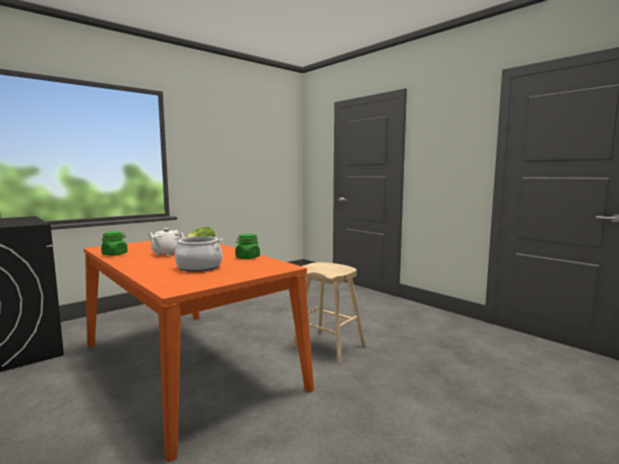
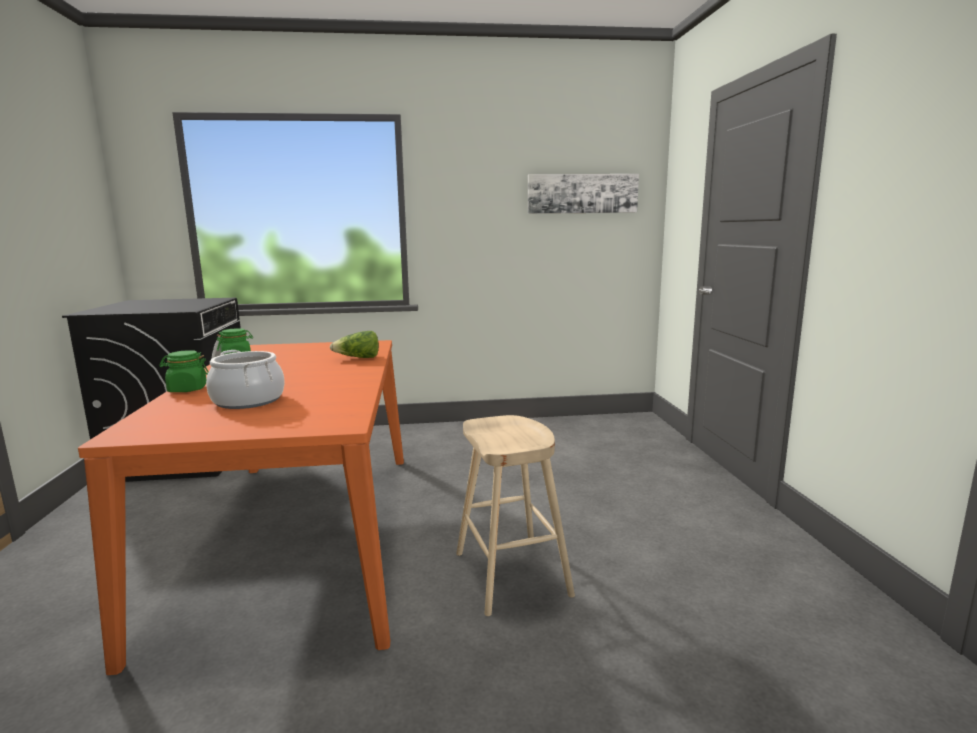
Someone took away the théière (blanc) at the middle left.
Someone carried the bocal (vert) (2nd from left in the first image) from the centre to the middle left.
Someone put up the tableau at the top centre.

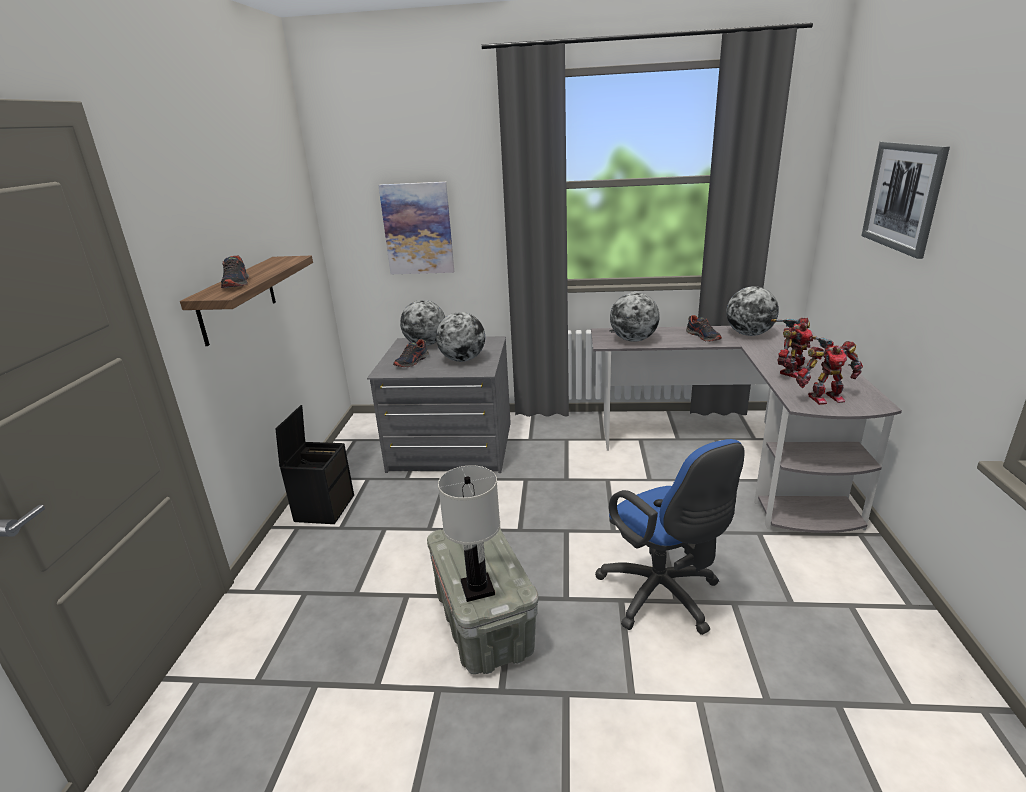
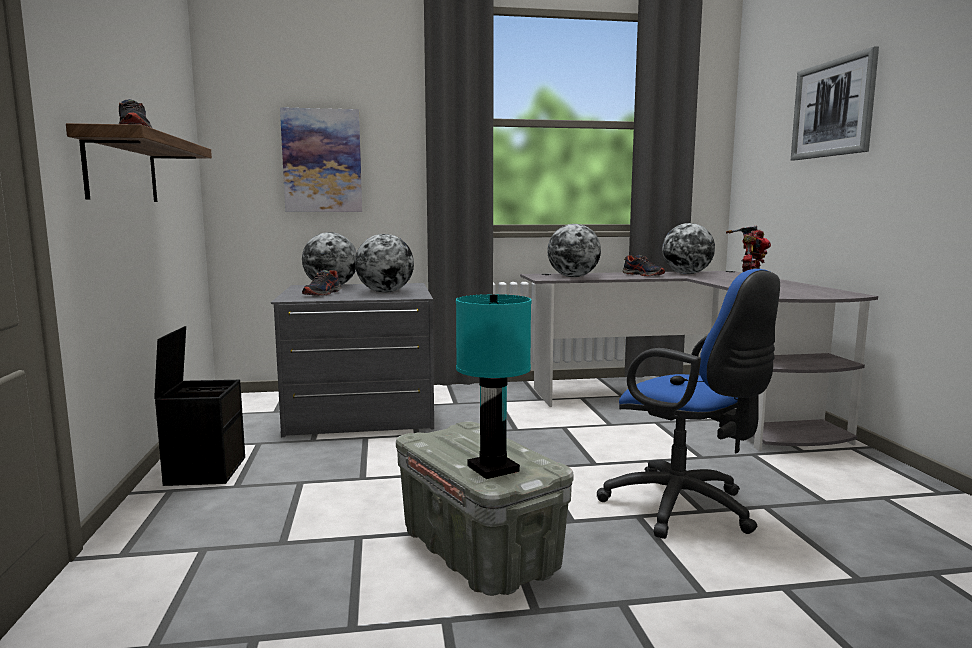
Someone repainted the lampe de table (blanc) at the bottom centre, which became the lampe de table (turquoise) at the centre.
Someone took away the robot jouet (2nd from left) at the middle right.

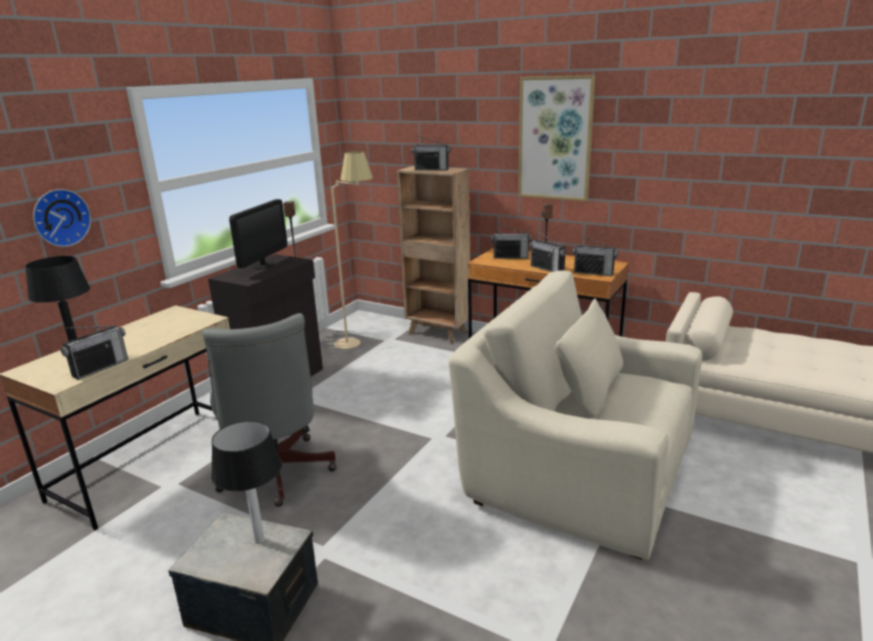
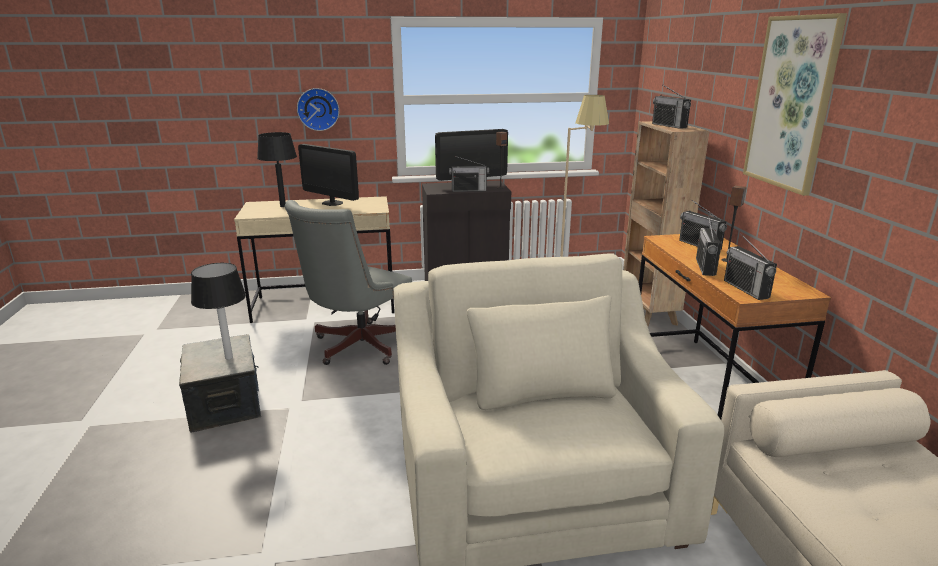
Someone carried the radio (1st from left) from the middle left to the top centre.
Someone put down the écran d'ordinateur (1st from left) at the top centre.

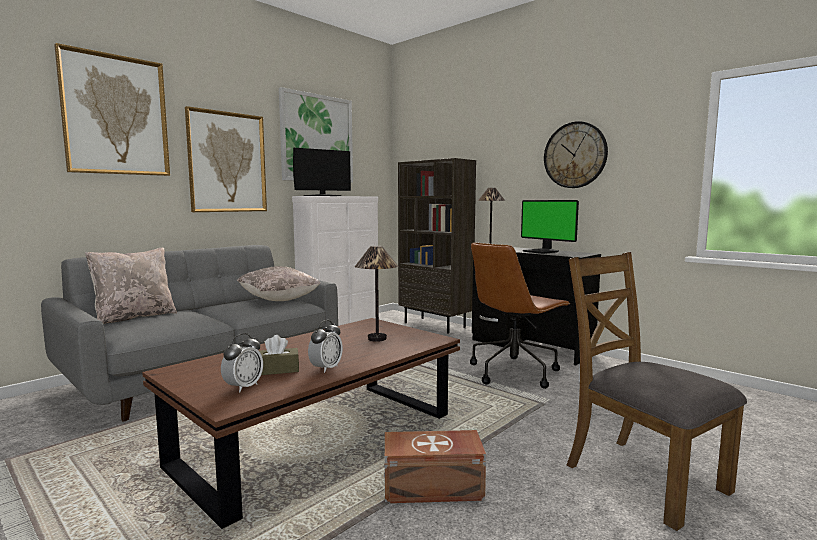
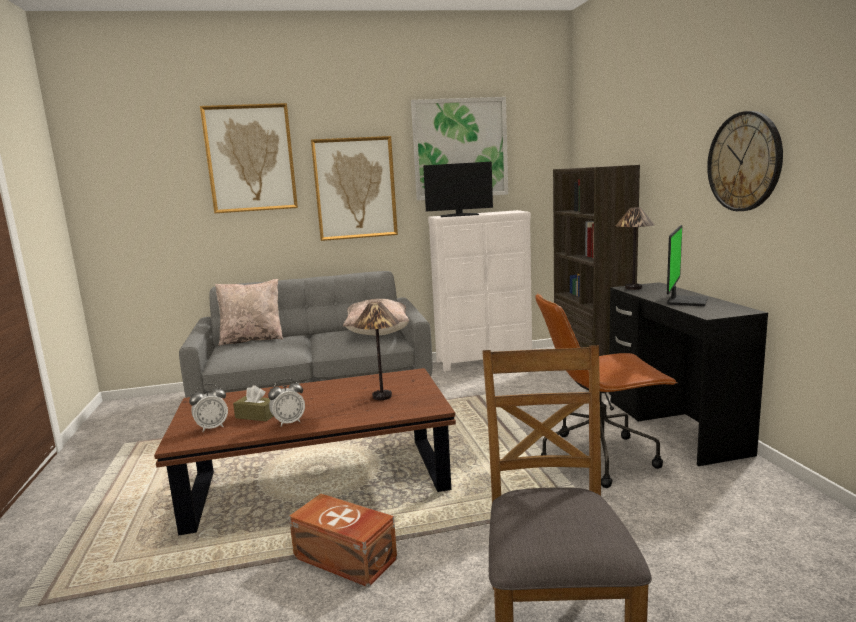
Someone rotated the écran d'ordinateur (2nd from left) at the middle right by 150 degrees counterclockwise.

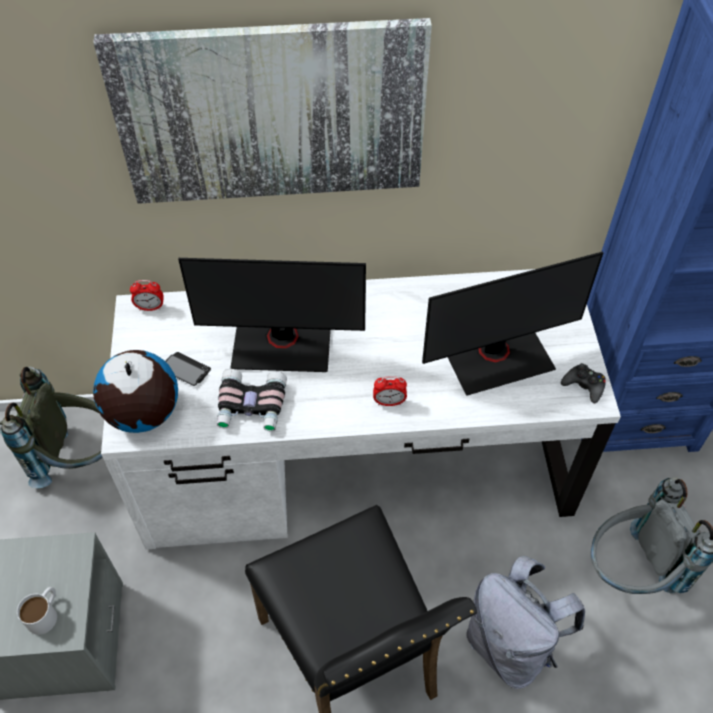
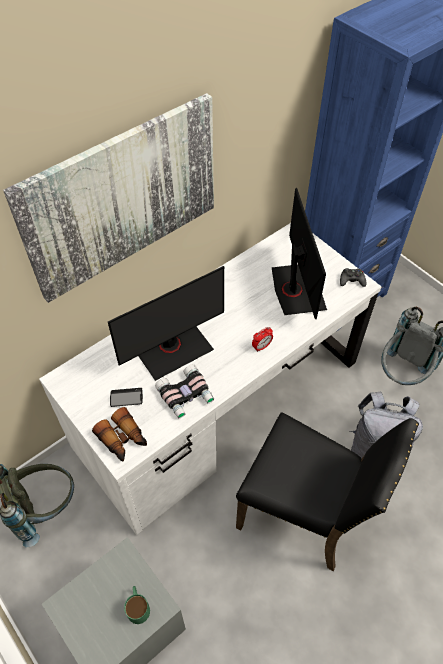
Someone repainted the mug (blanc) at the bottom left, which became the mug (vert) at the bottom left.
Someone swapped the globe at the middle left for the jumelles (1st from left) at the middle left.
Someone took away the réveil (1st from left) at the middle left.
Someone rotated the écran d'ordinateur (2nd from left) at the middle right by 45 degrees counterclockwise.

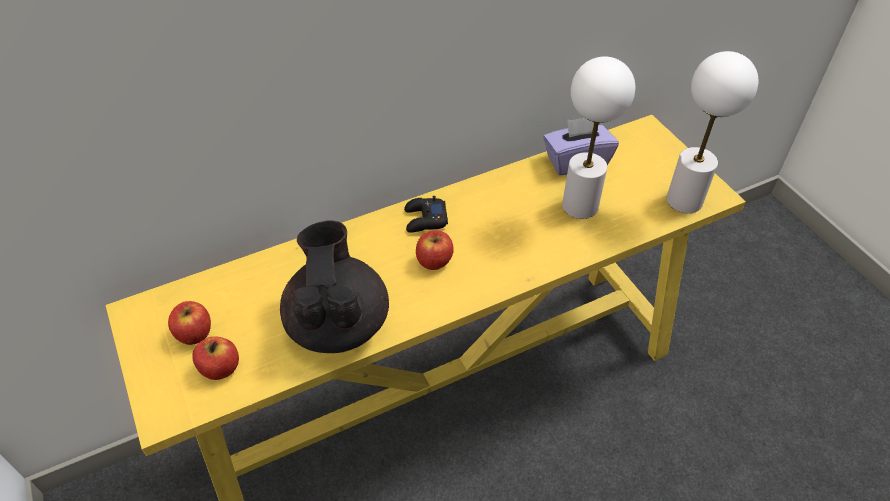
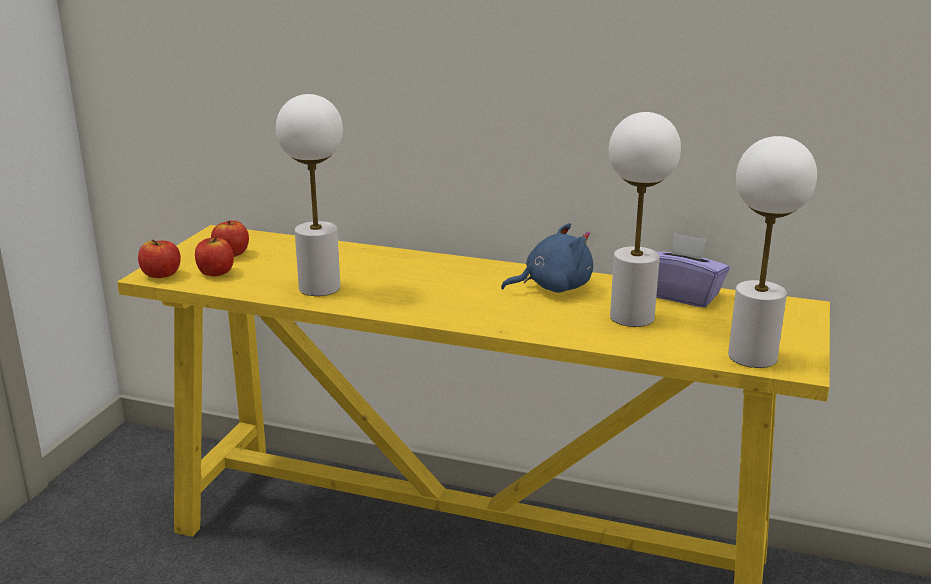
Someone swapped the théière (noir) at the centre for the lampe de table (blanc) (1st from left) at the middle left.
Someone took away the manette (noir) at the centre.
Someone carried the pomme (3rd from left in the first image) from the centre to the middle left.
Someone put down the peluche (bleu) at the centre.

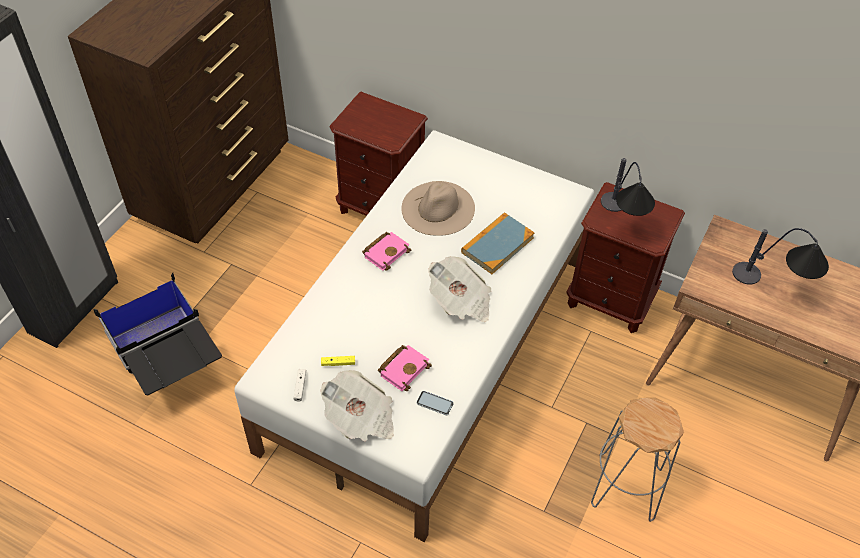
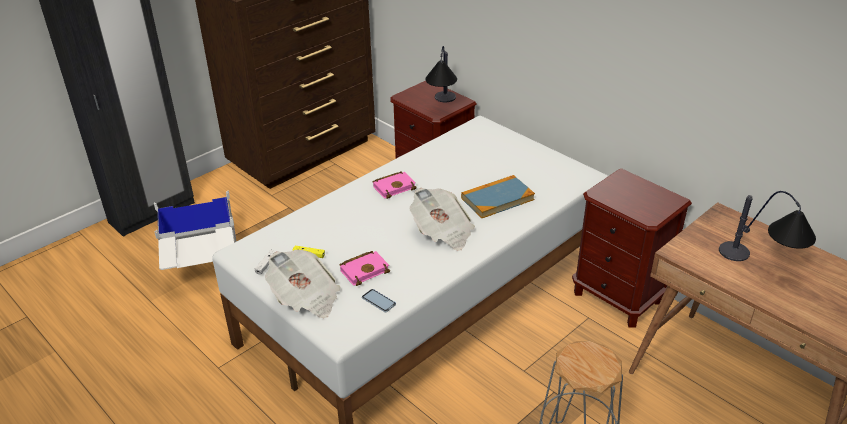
Someone repainted the boîte de rangement (noir) at the middle left, which became the boîte de rangement (blanc) at the middle left.
Someone took away the chapeau (beige) at the centre.
Someone carried the lampe de table (1st from left) from the middle right to the top centre.

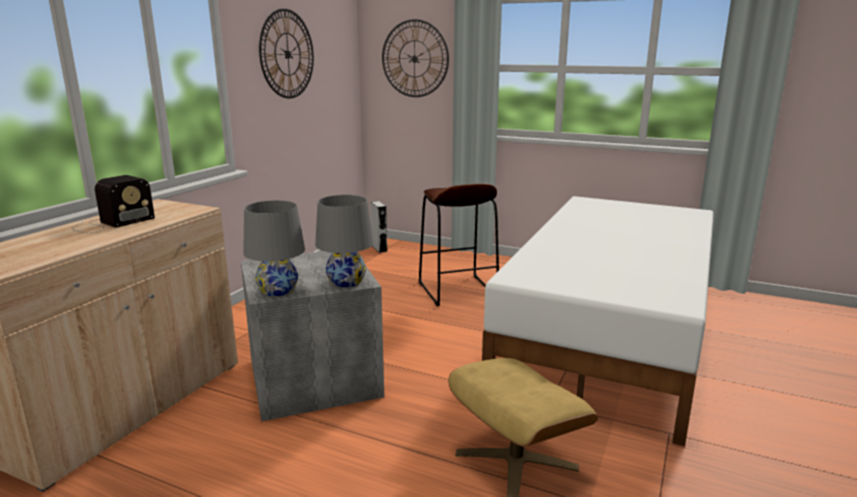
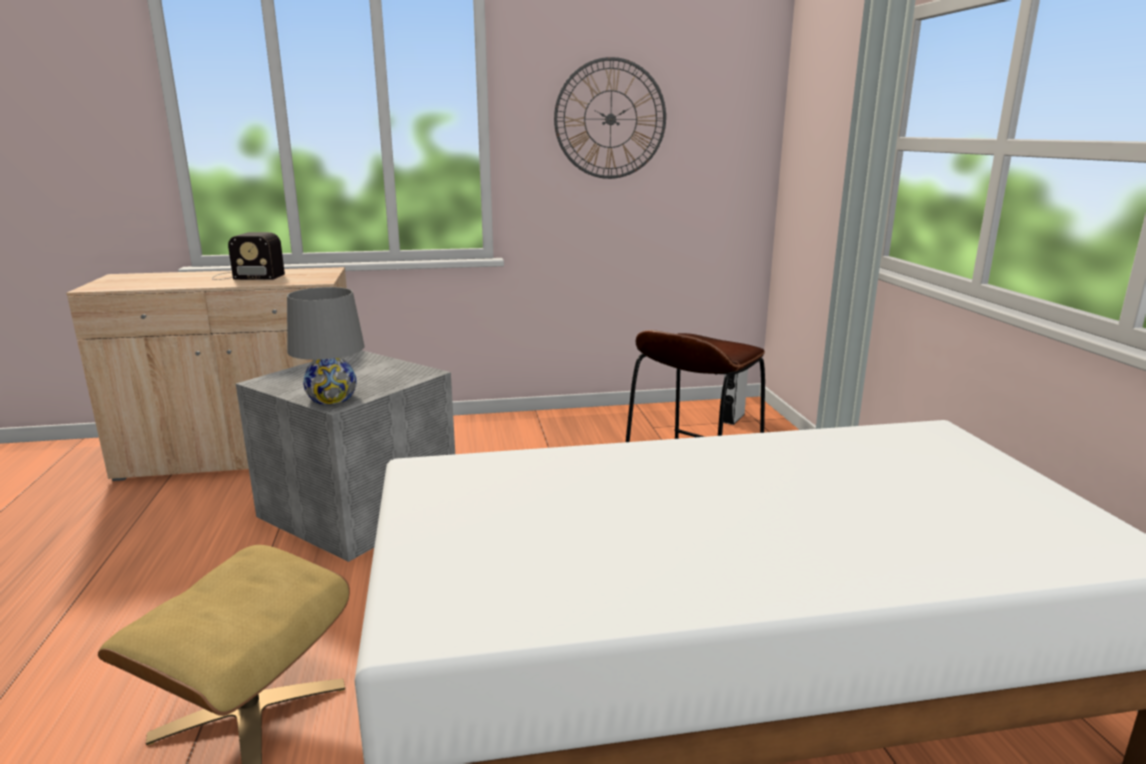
Someone took away the lampe de table (gris) (1st from left) at the middle left.
Someone took away the horloge murale (2nd from left) at the top centre.

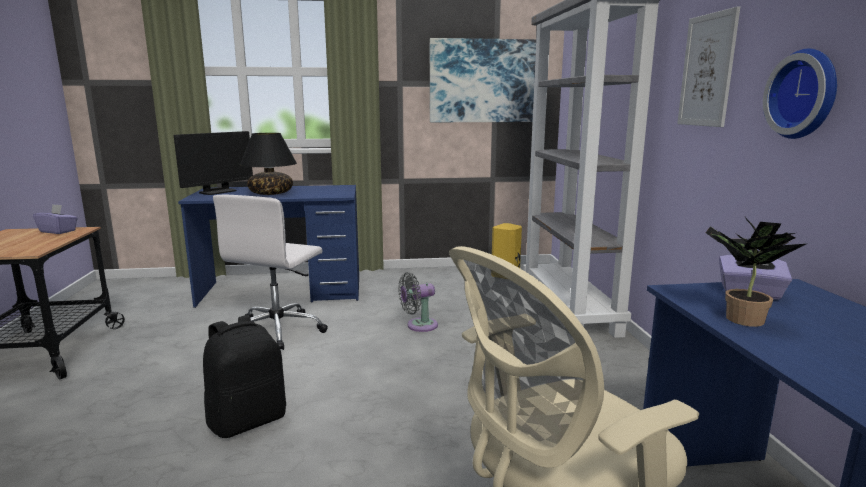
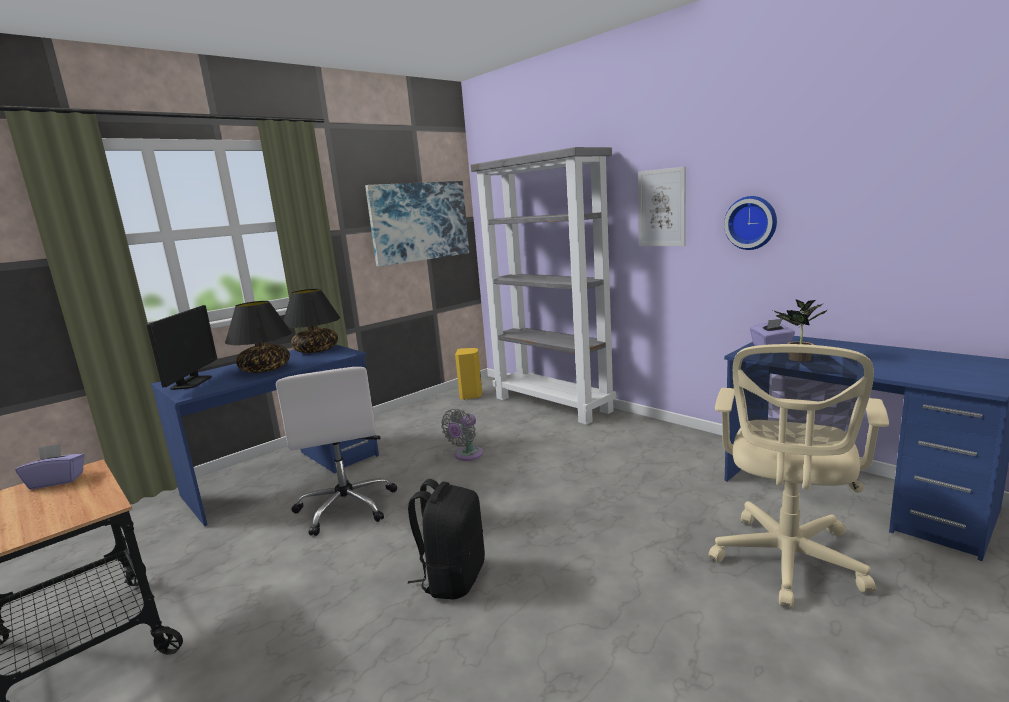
Someone put down the lampe de table (noir) (2nd from left) at the middle left.

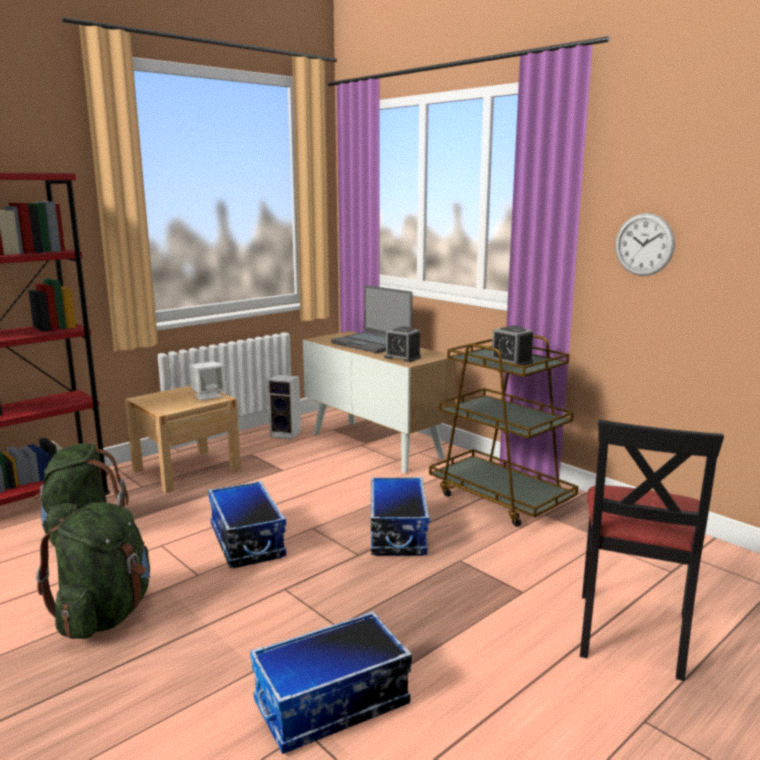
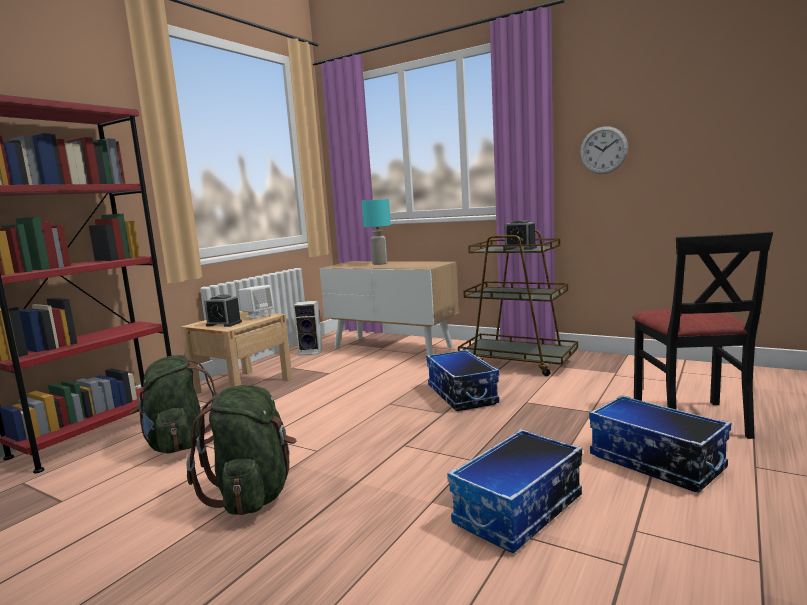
Someone carried the boîte de rangement (1st from left in the first image) from the bottom left to the bottom right.
Someone swapped the ordinateur portable at the centre for the lampe de table (turquoise) at the centre.
Someone carried the réveil (1st from left) from the centre to the middle left.

